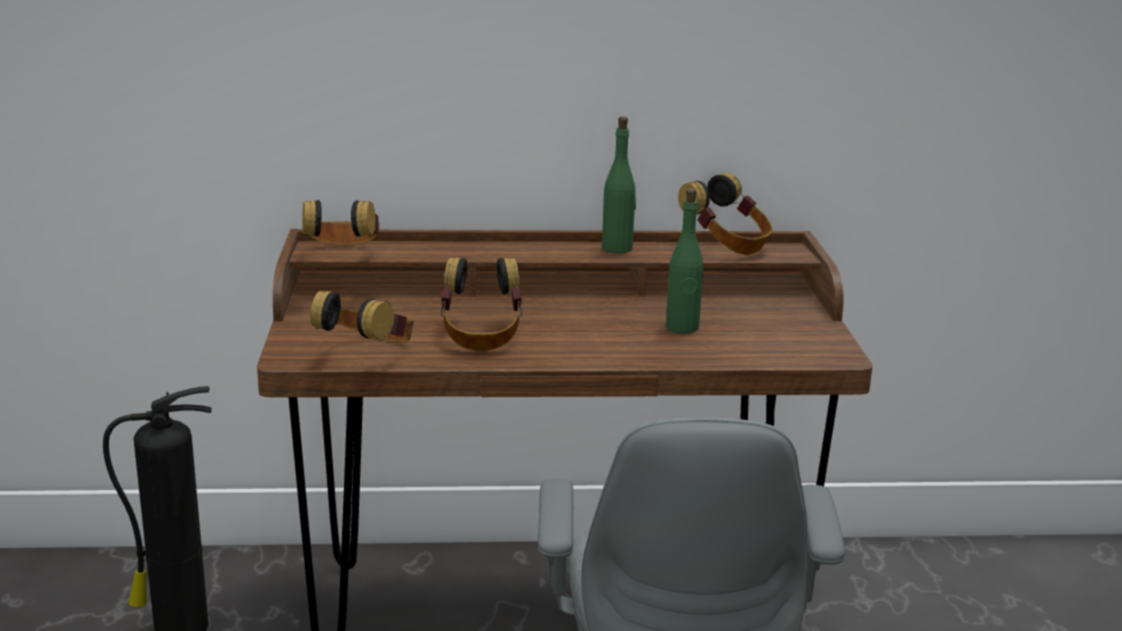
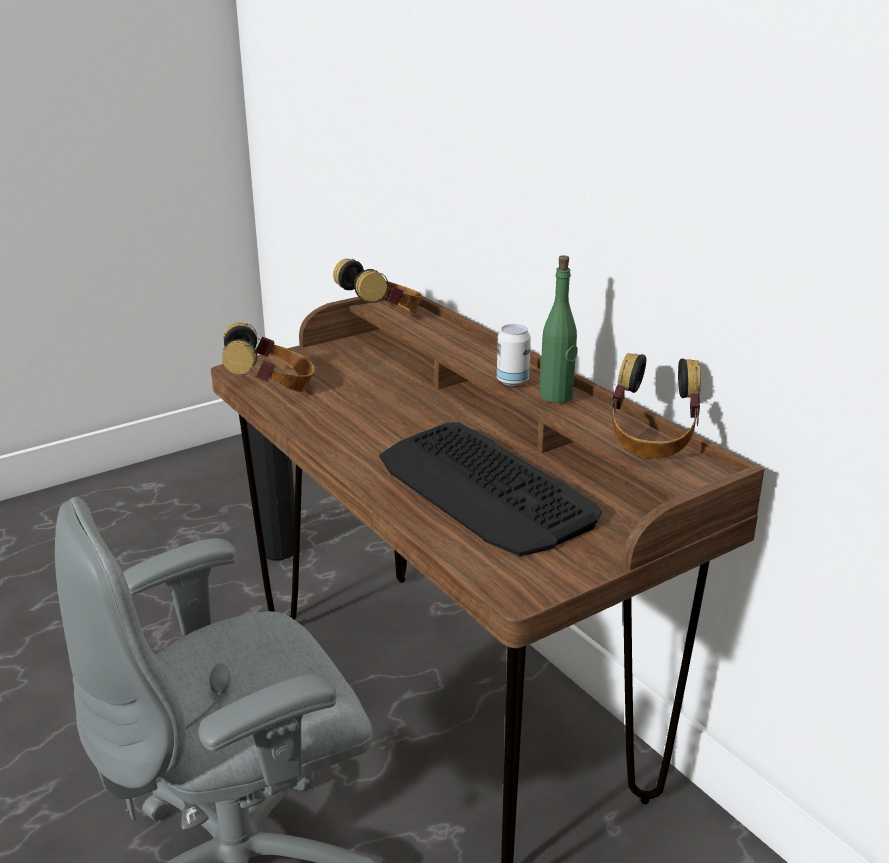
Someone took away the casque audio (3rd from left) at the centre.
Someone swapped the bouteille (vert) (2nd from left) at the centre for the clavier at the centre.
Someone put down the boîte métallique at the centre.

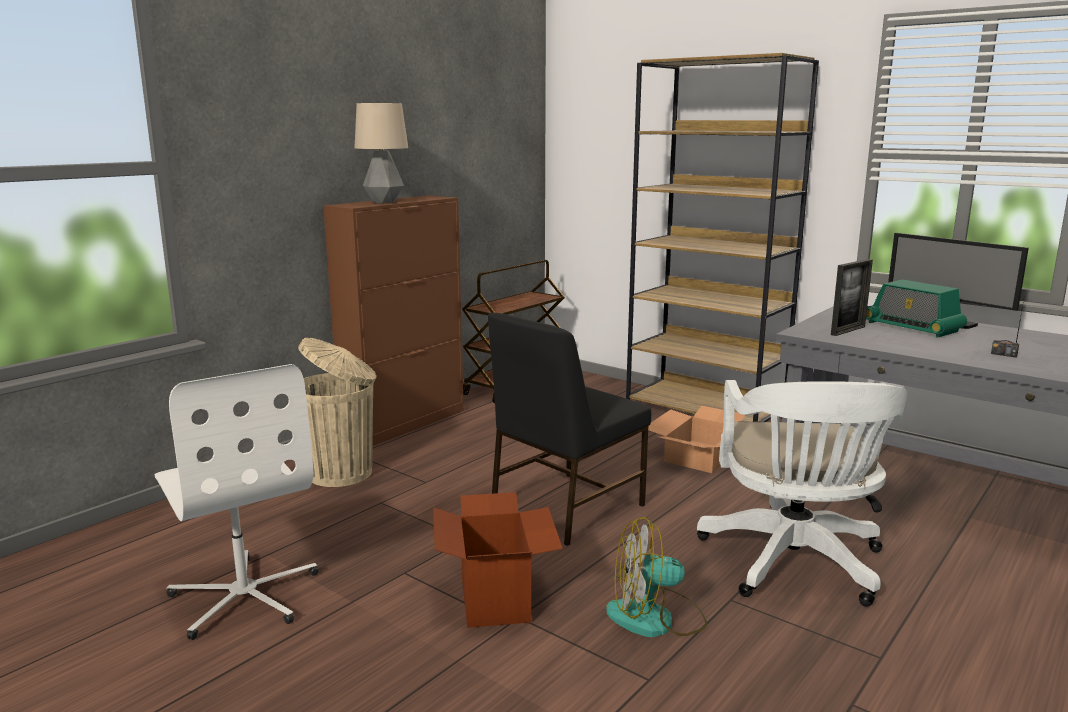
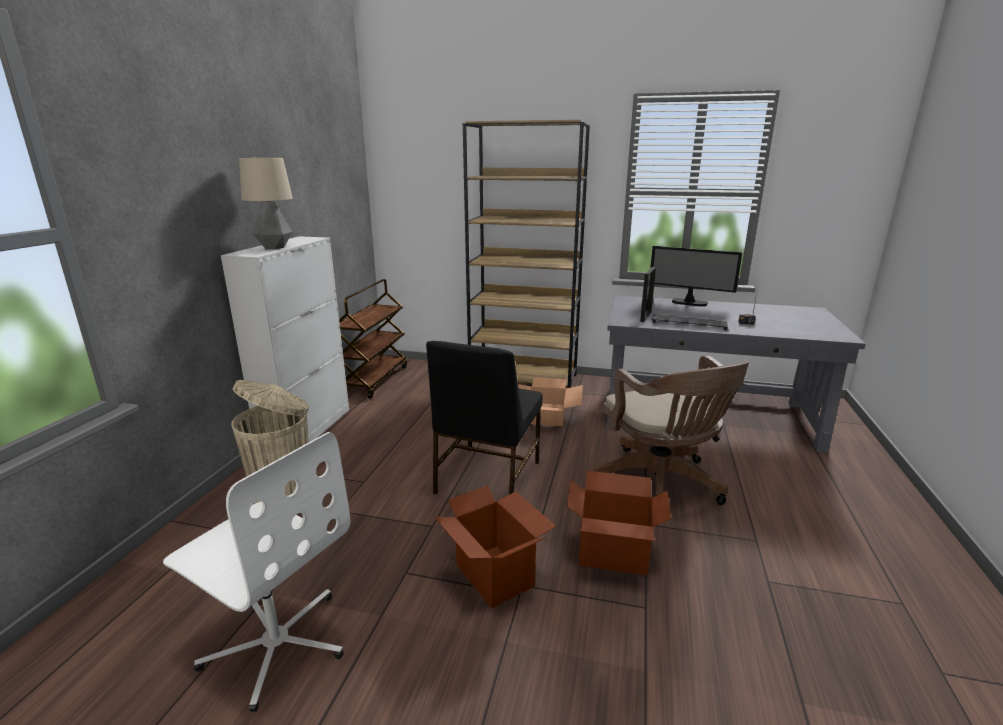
Someone repainted the meuble de rangement (marron) at the centre, which became the meuble de rangement (blanc) at the middle left.
Someone swapped the ventilateur at the bottom centre for the carton (3rd from left) at the bottom centre.
Someone repainted the chaise de bureau (blanc) (2nd from left) at the bottom right, which became the chaise de bureau (marron) at the middle right.
Someone took away the radio (1st from left) at the middle right.
Someone put down the clavier at the middle right.

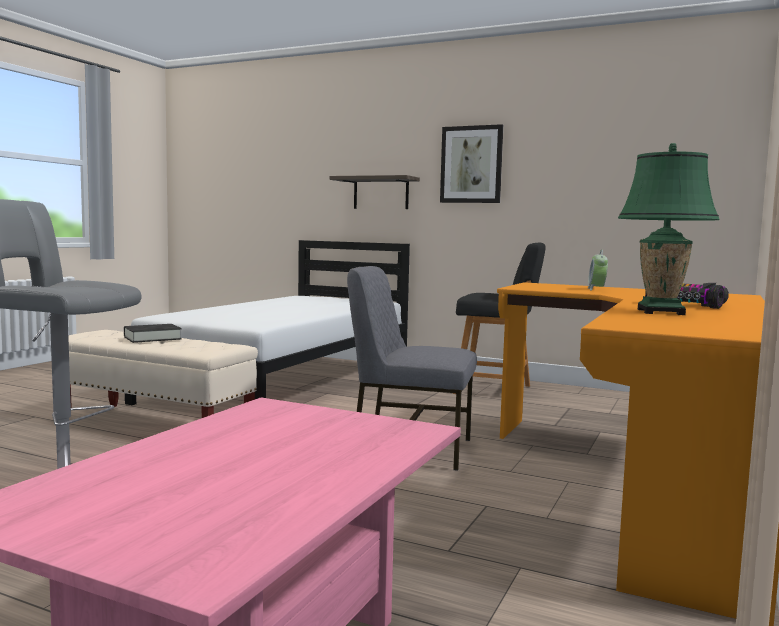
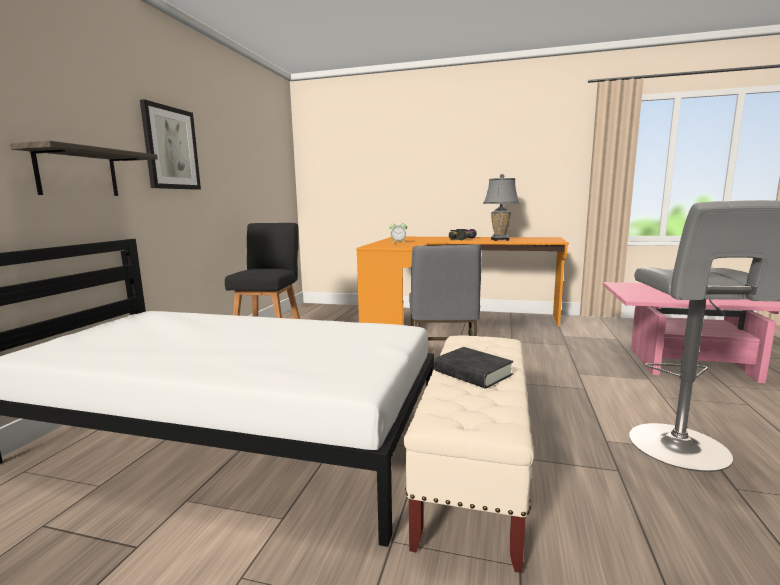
Someone repainted the lampe de table (vert) at the middle right, which became the lampe de table (gris) at the centre.

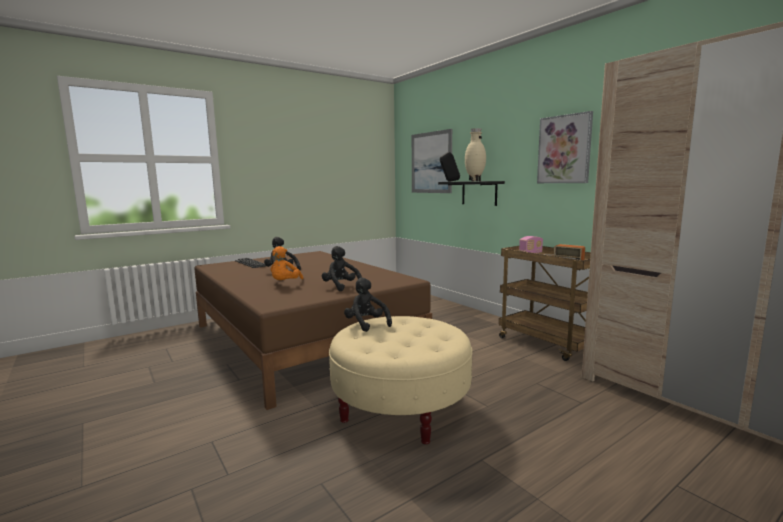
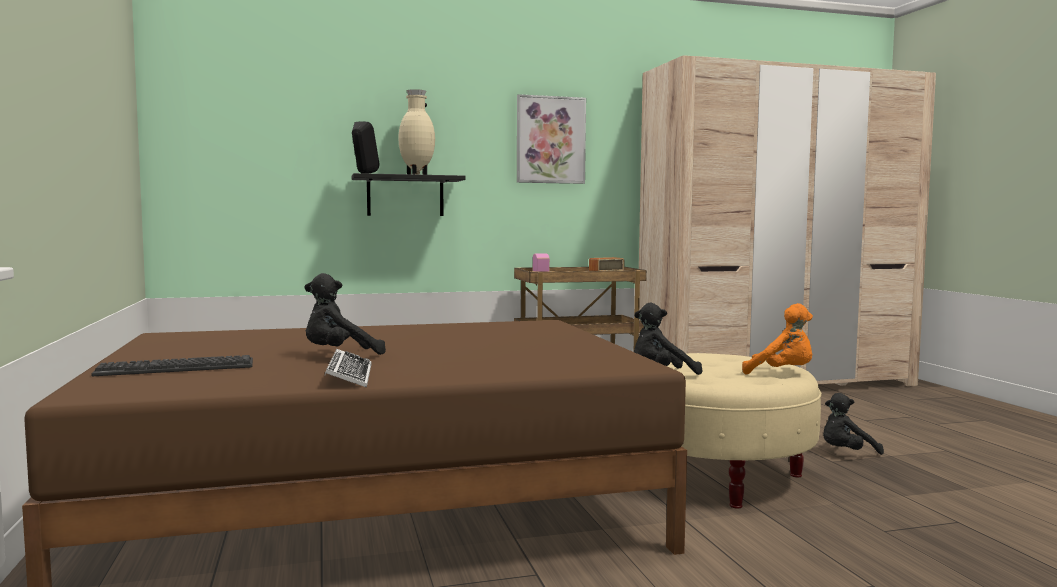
Someone carried the peluche (orange) from the centre to the middle right.
Someone carried the peluche (noir) (2nd from left in the first image) from the centre to the bottom right.
Someone took away the tableau (1st from left) at the top centre.
Someone put down the clavier (2nd from left) at the middle left.

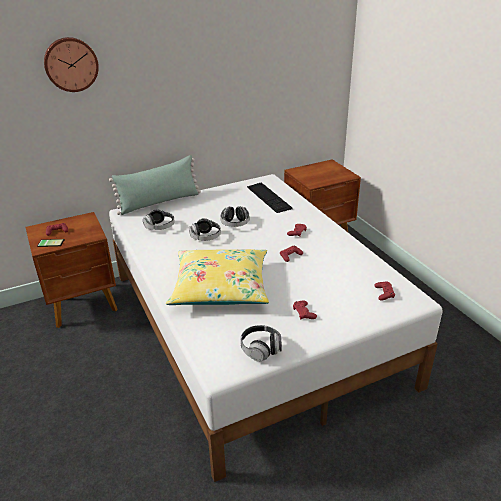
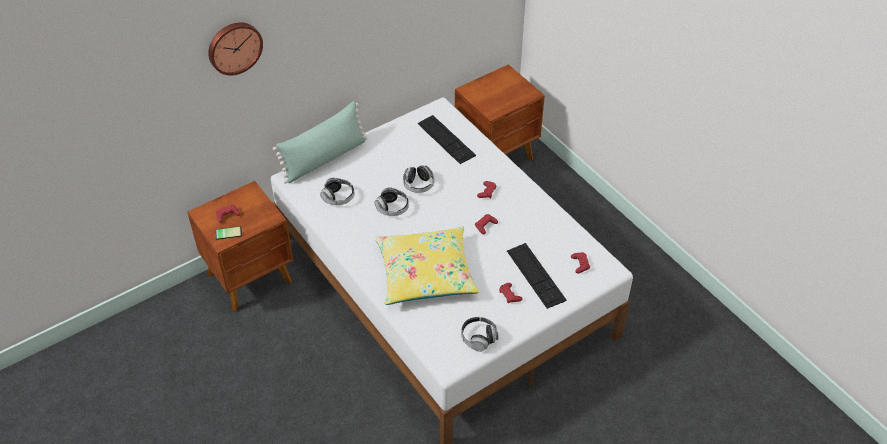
Someone put down the clavier (2nd from left) at the centre.

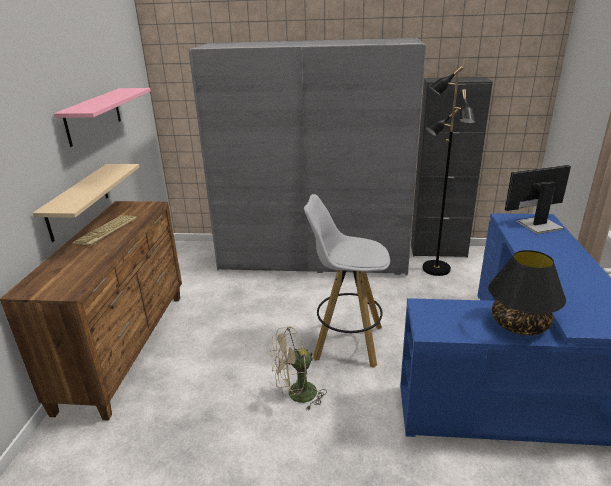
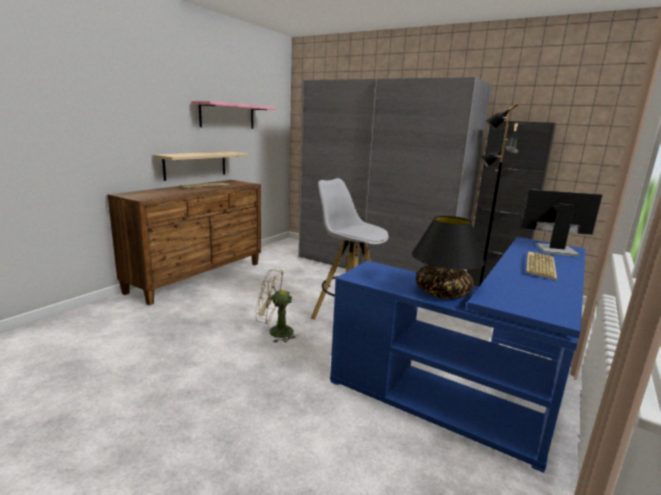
Someone put down the clavier (2nd from left) at the middle right.

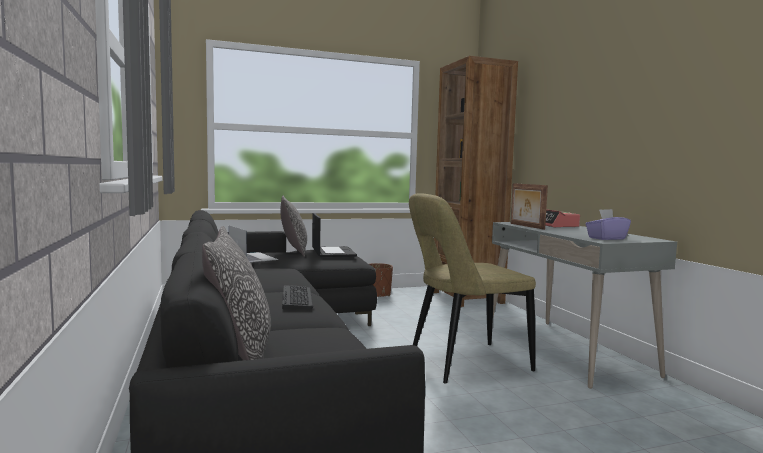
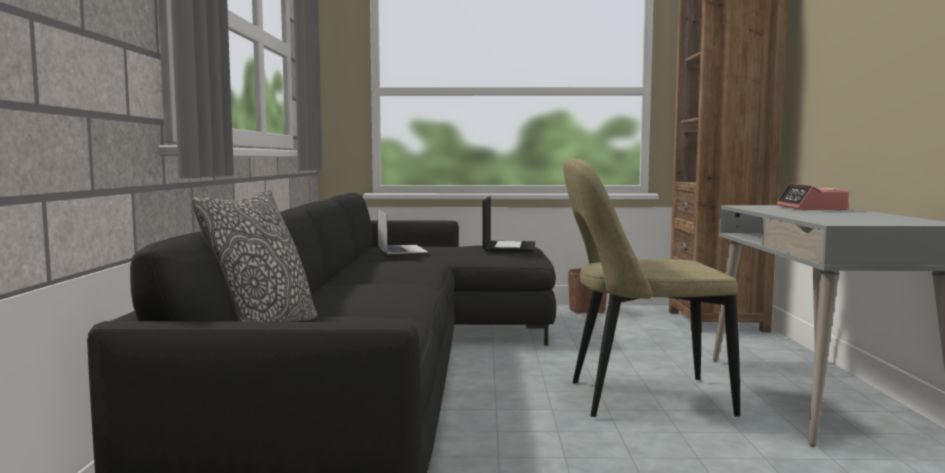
Someone took away the coussin (2nd from left) at the centre.
Someone took away the clavier at the centre.
Someone took away the cadre photo at the middle right.
Someone took away the boîte à mouchoirs (violet) at the middle right.

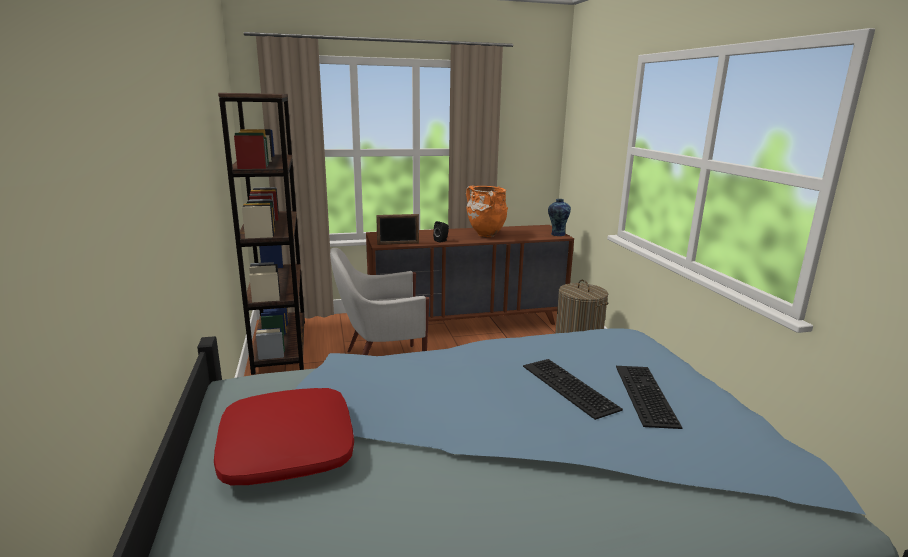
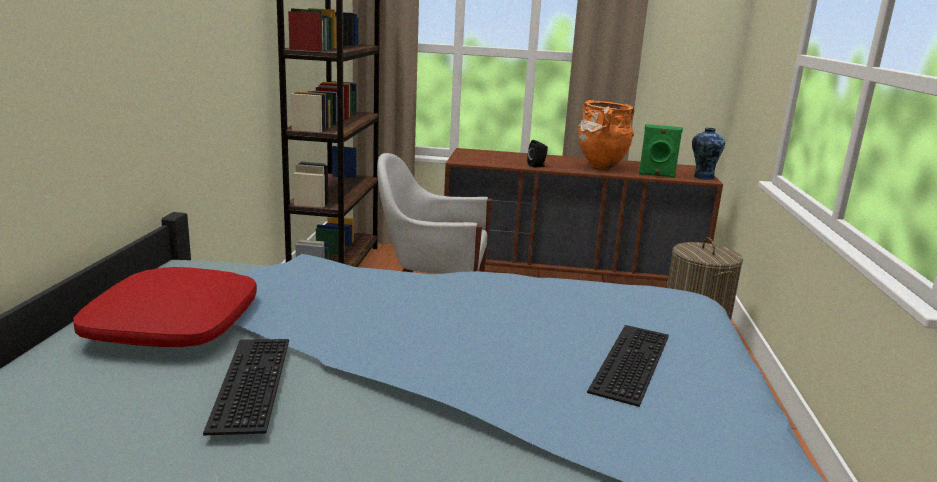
Someone took away the cadre photo at the centre.
Someone carried the clavier (1st from left) from the bottom centre to the bottom left.
Someone put down the enceinte (vert) at the top right.

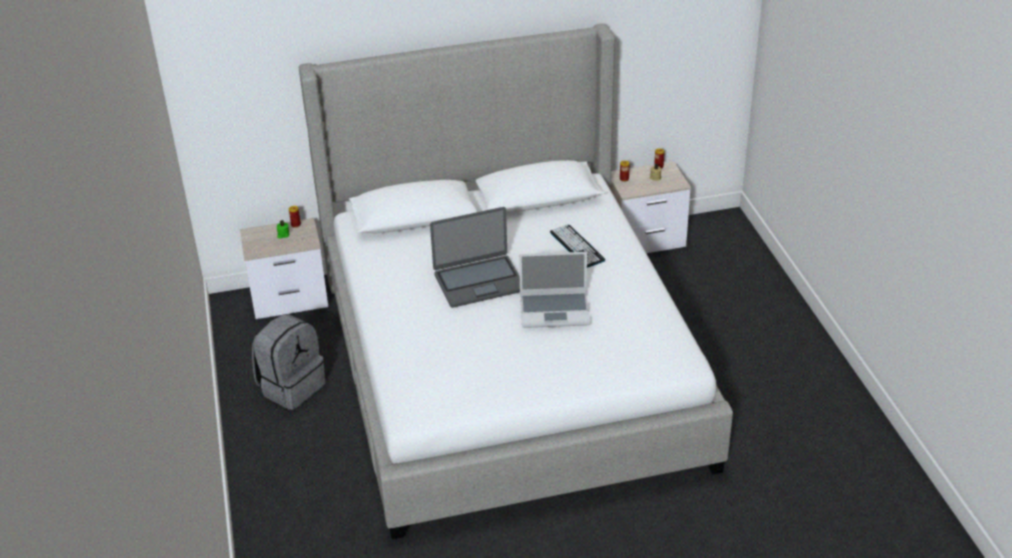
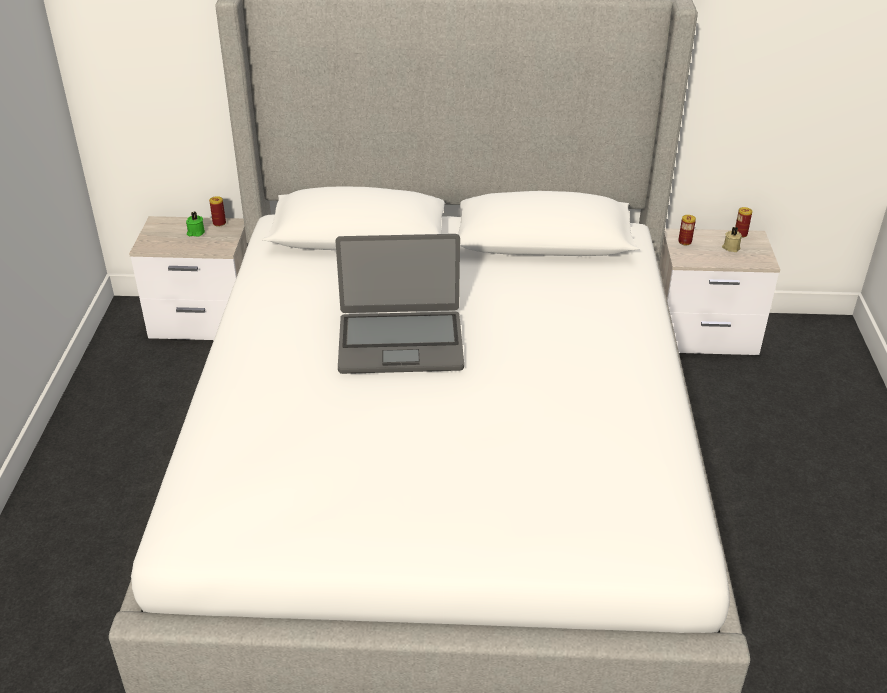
Someone took away the sac à dos (gris) at the middle left.
Someone took away the ordinateur portable (2nd from left) at the centre.
Someone took away the clavier at the centre.

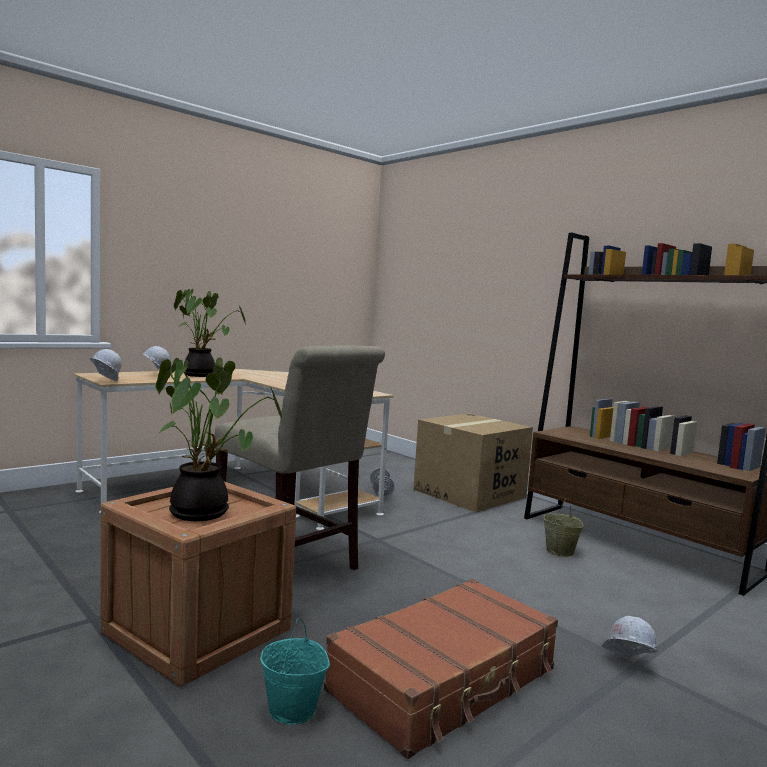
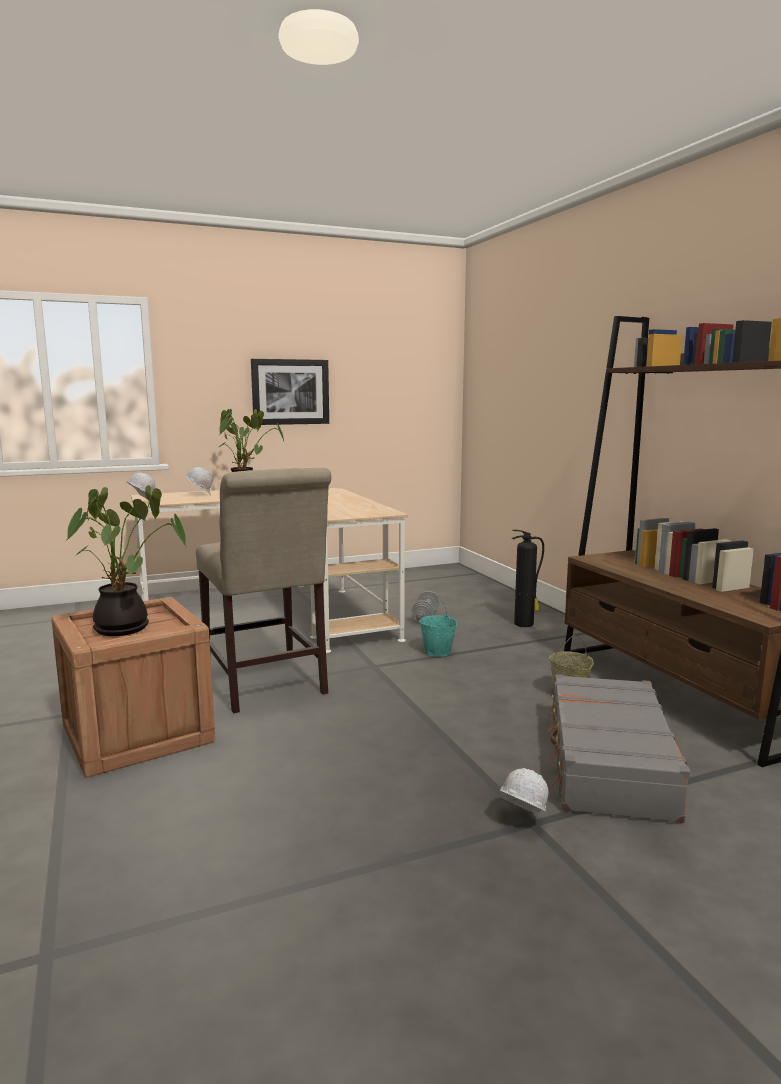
Someone carried the seau (turquoise) from the bottom centre to the centre.
Someone took away the valise (marron) at the bottom centre.
Someone swapped the carton at the centre for the extincteur at the middle right.
Someone put up the tableau at the centre.
Someone put down the valise (gris) at the bottom right.

